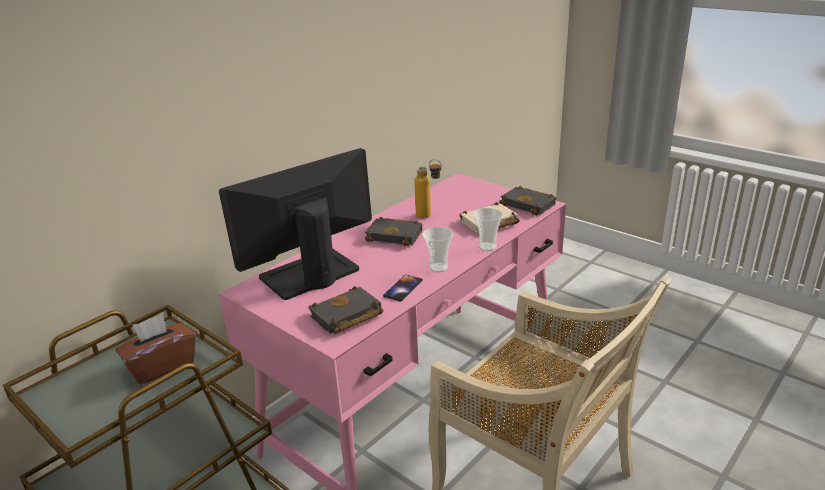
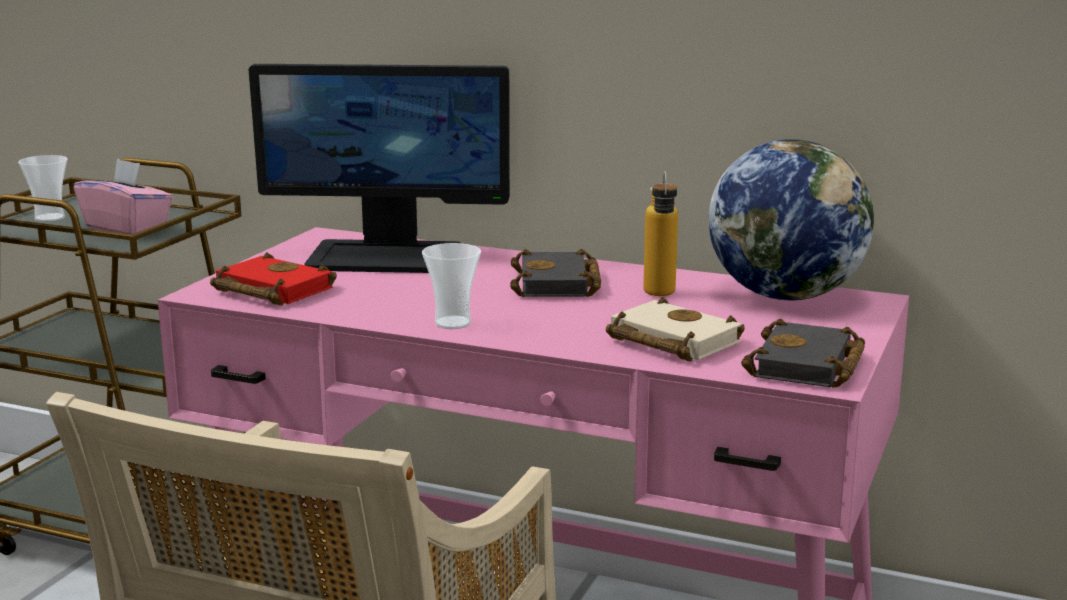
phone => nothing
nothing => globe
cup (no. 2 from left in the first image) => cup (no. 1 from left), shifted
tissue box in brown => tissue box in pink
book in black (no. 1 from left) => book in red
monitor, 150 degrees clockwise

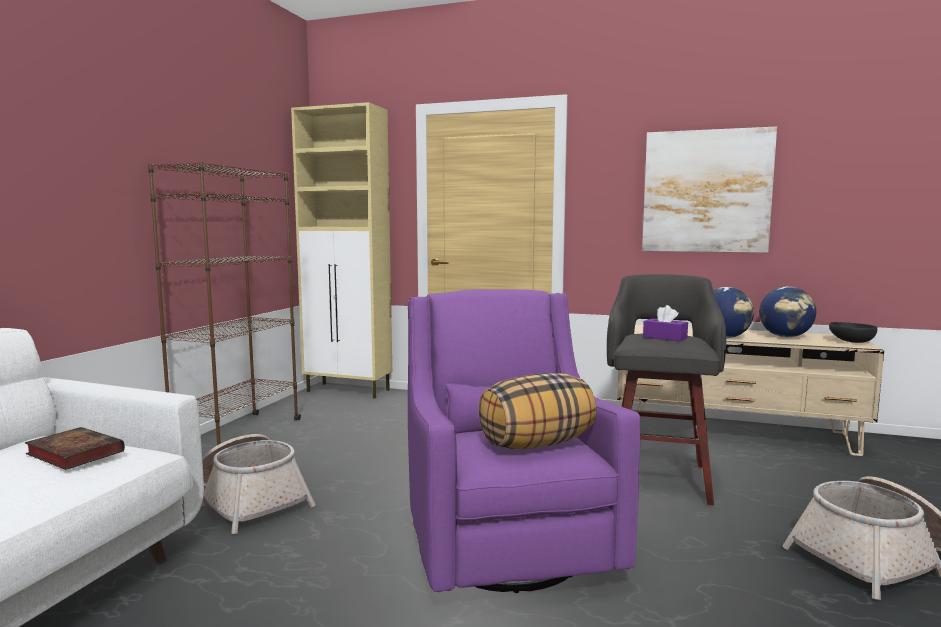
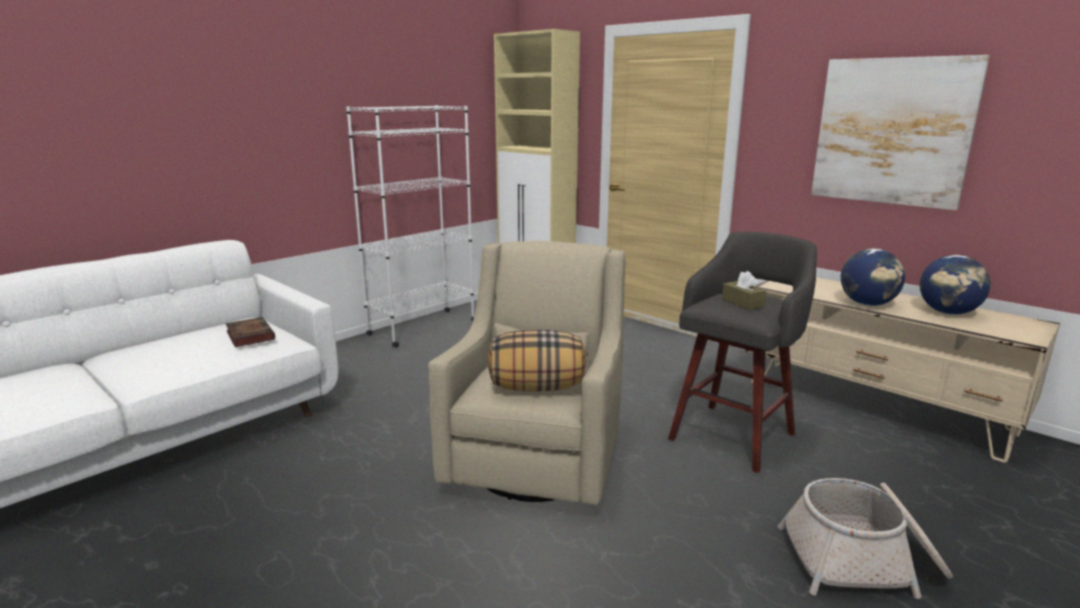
basket (no. 1 from left) => nothing
bowl in black => nothing
bookcase in brown => bookcase in white
armchair in purple => armchair in beige
tissue box in purple => tissue box in brown

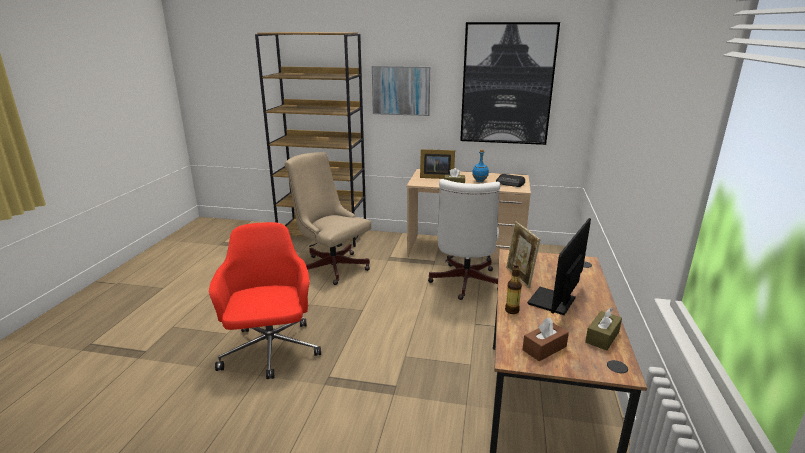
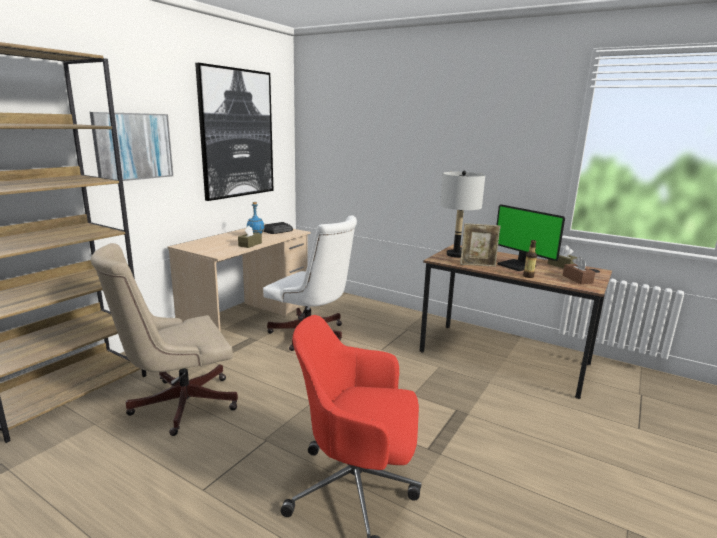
picture frame (no. 1 from left) => nothing
nothing => table lamp in grey

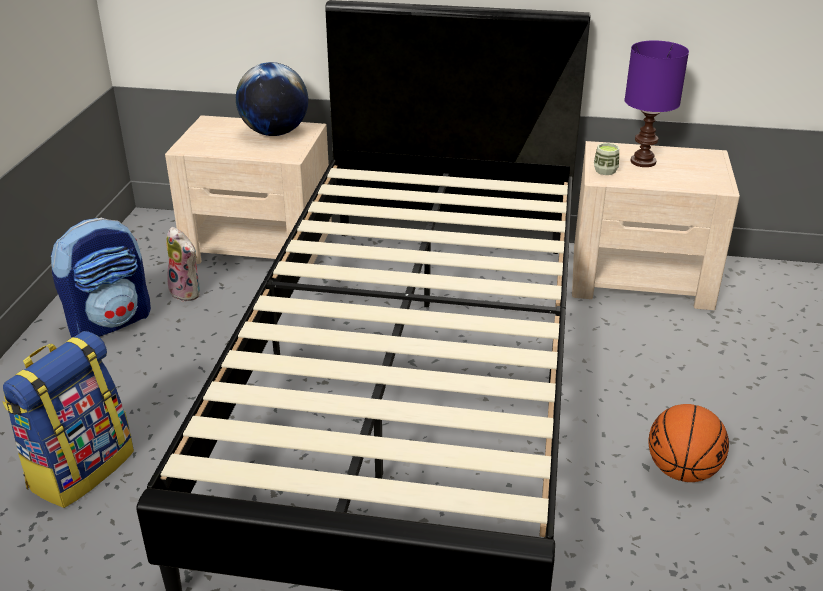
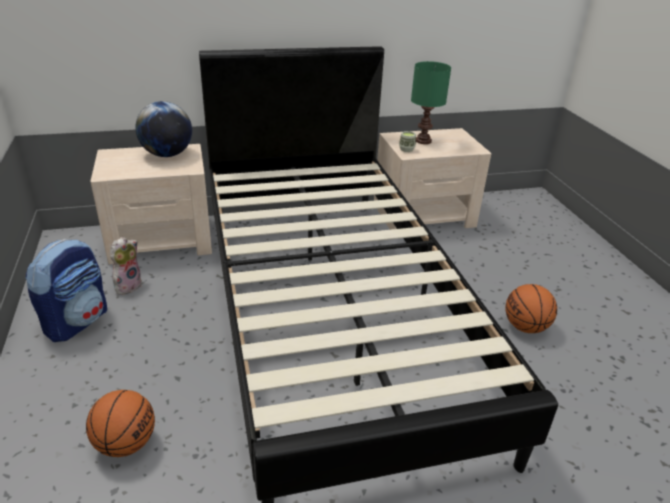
backpack (no. 1 from left) => basketball (no. 1 from left)
table lamp in purple => table lamp in green
plush toy, 75 degrees counterclockwise

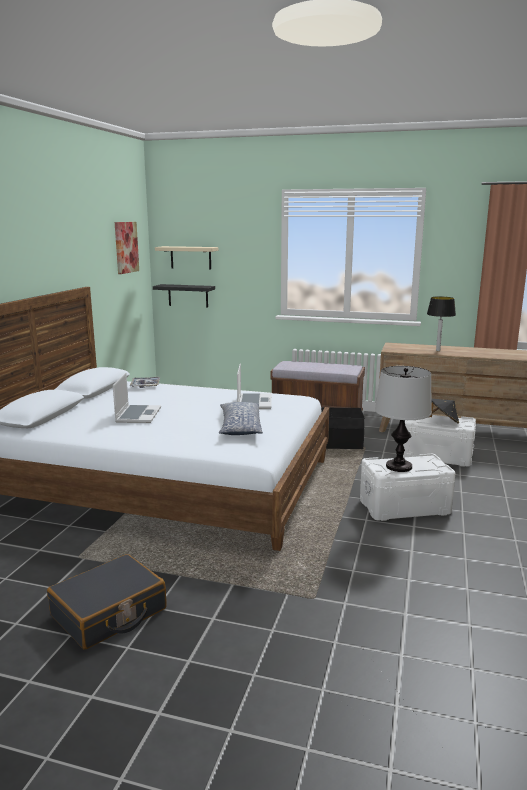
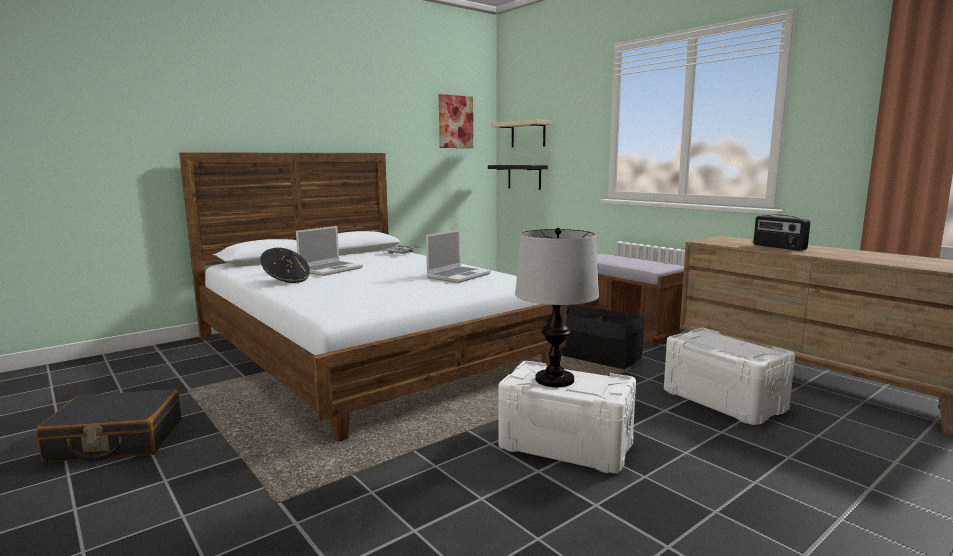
pillow => nothing
hat in black, shifted
table lamp (no. 2 from left) => radio

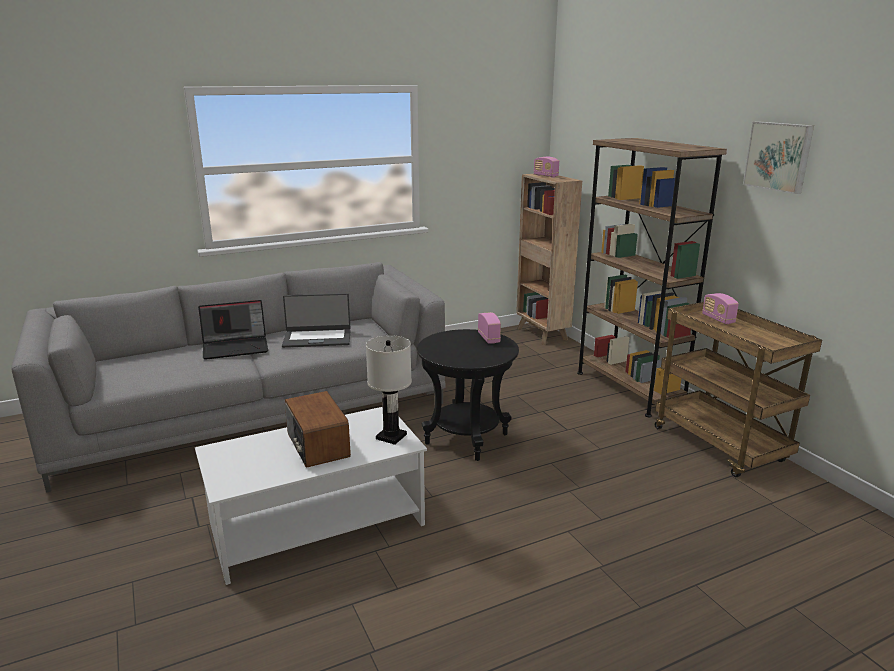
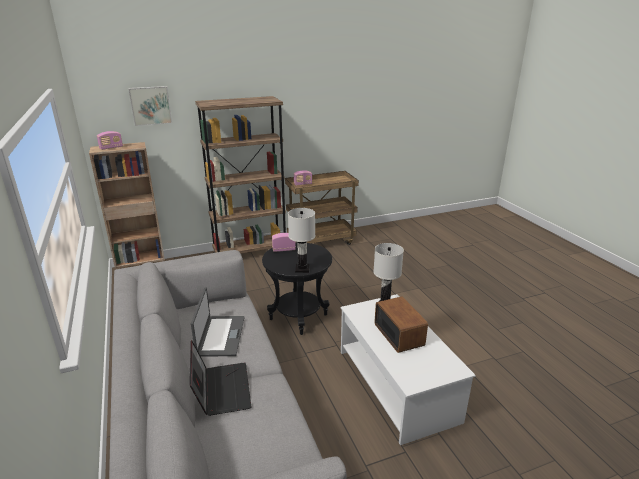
nothing => table lamp in white (no. 1 from left)
picture, shifted
radio (no. 1 from left in the first image) => radio (no. 4 from left), 90 degrees counterclockwise

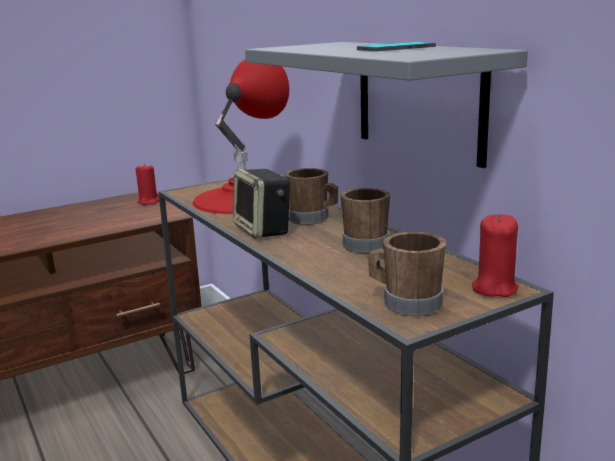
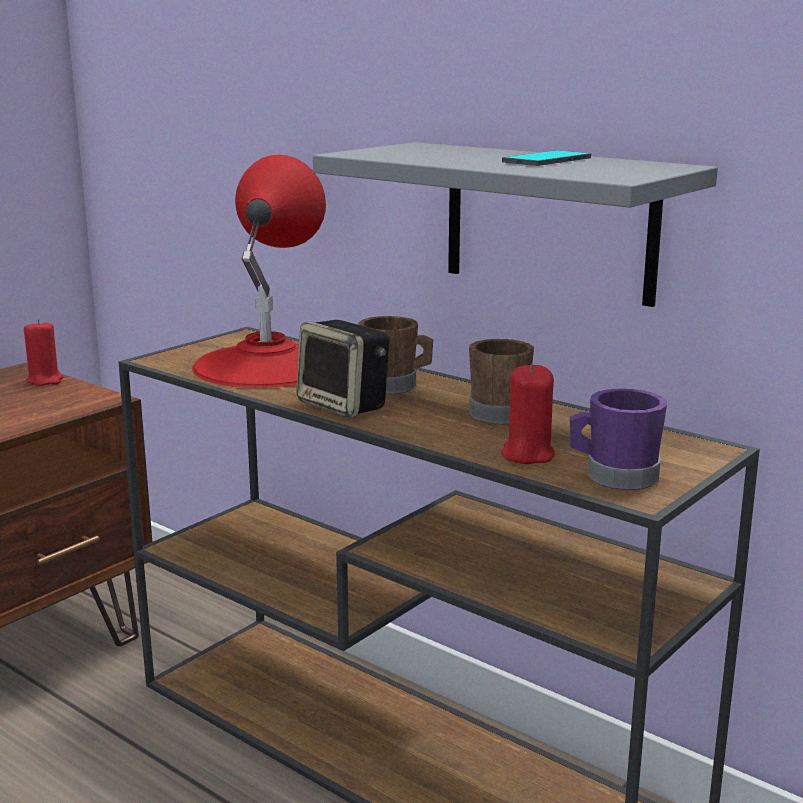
candle in red (no. 2 from left), shifted
mug in brown (no. 3 from left) => mug in purple

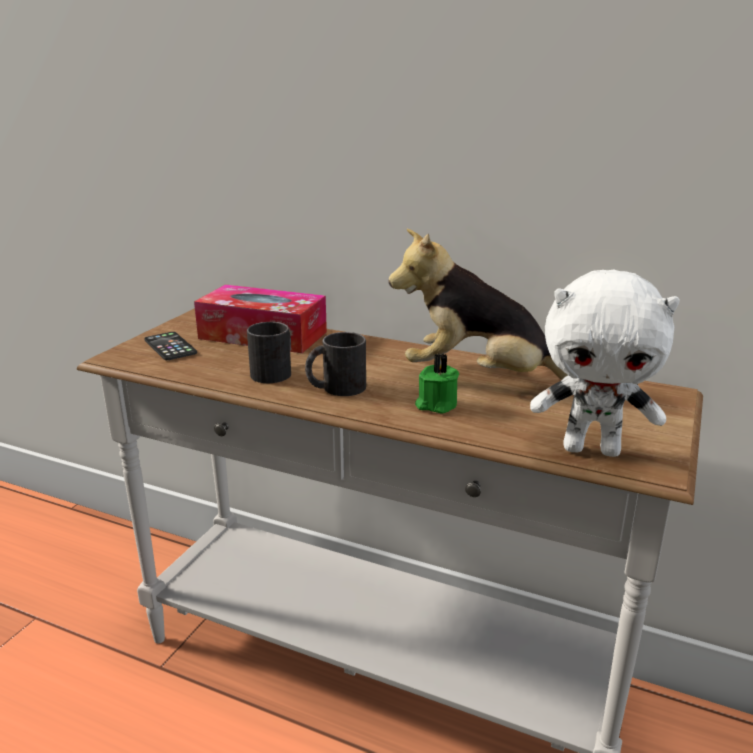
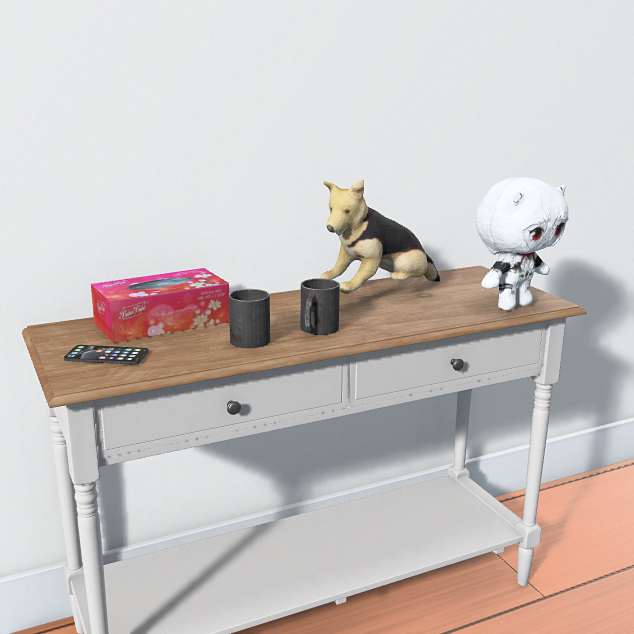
candle in green => nothing

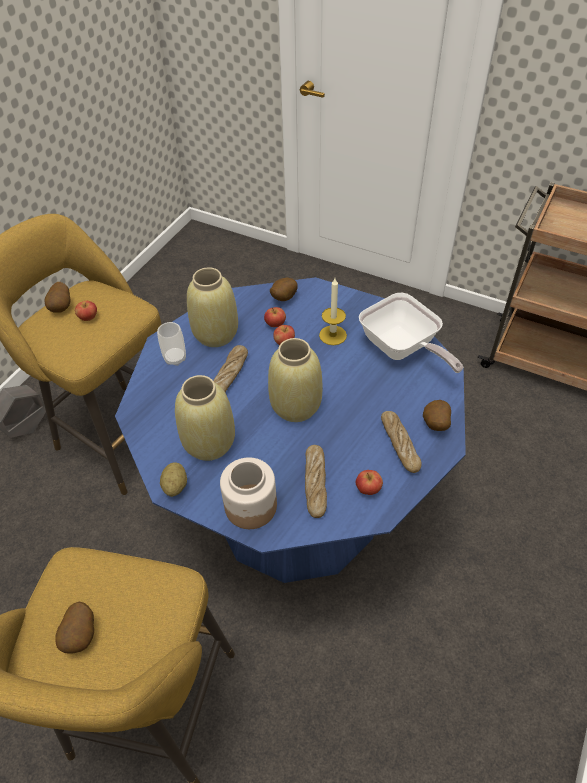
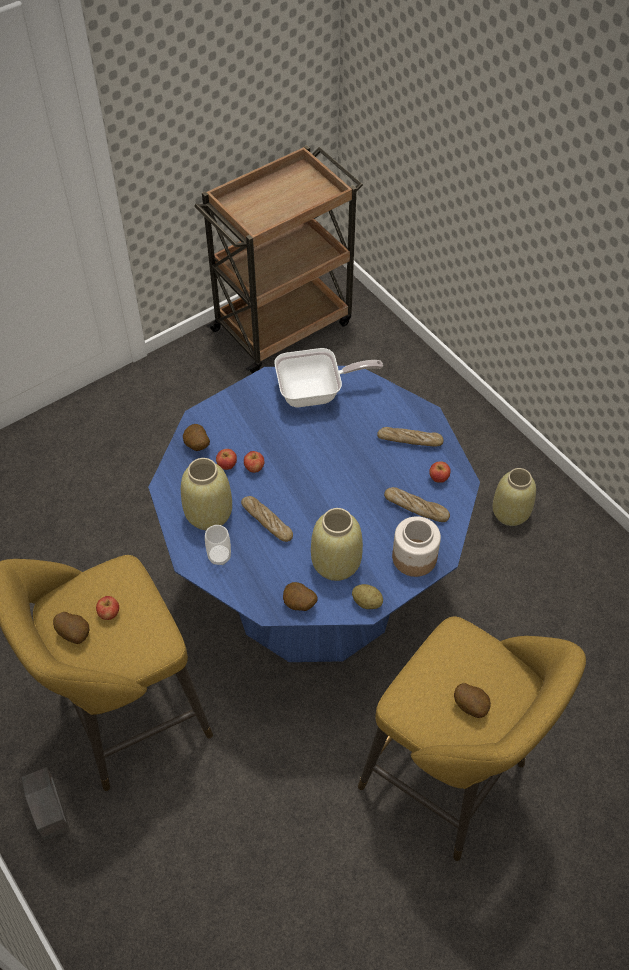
candle => nothing
vase in beige (no. 3 from left), shifted
potato (no. 5 from left in the first image) => potato (no. 3 from left), shifted

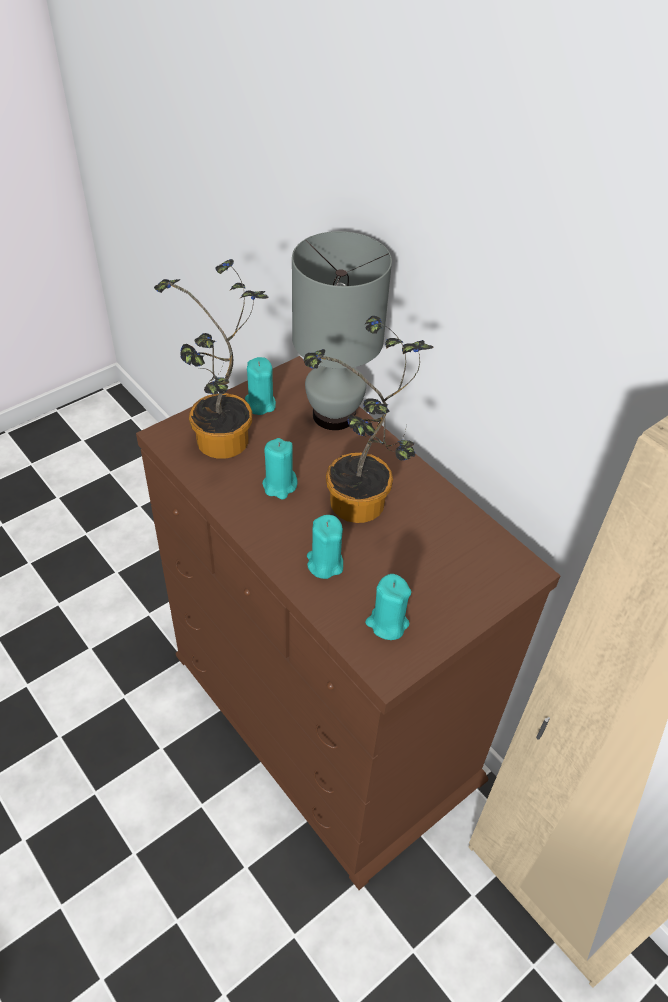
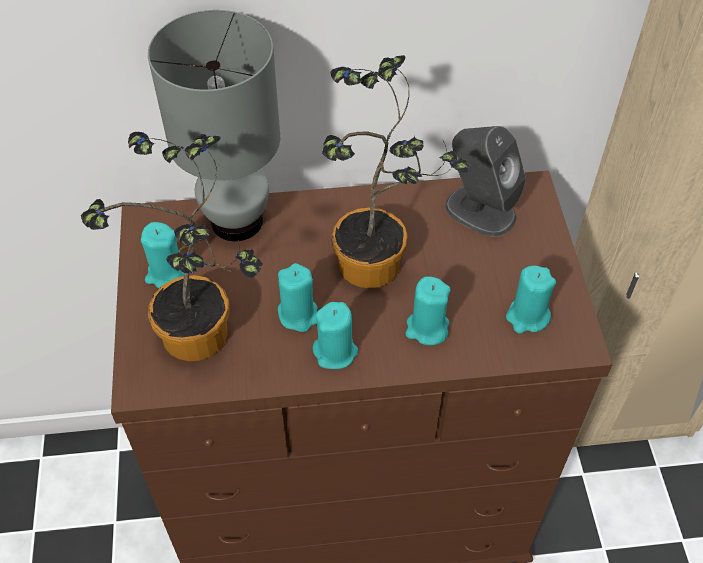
nothing => candle in turquoise (no. 3 from left)
nothing => speaker in grey

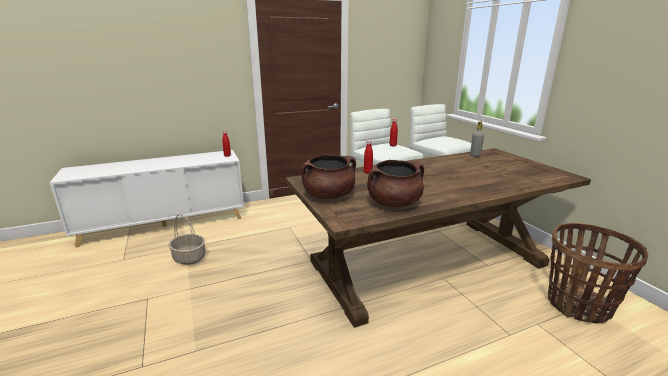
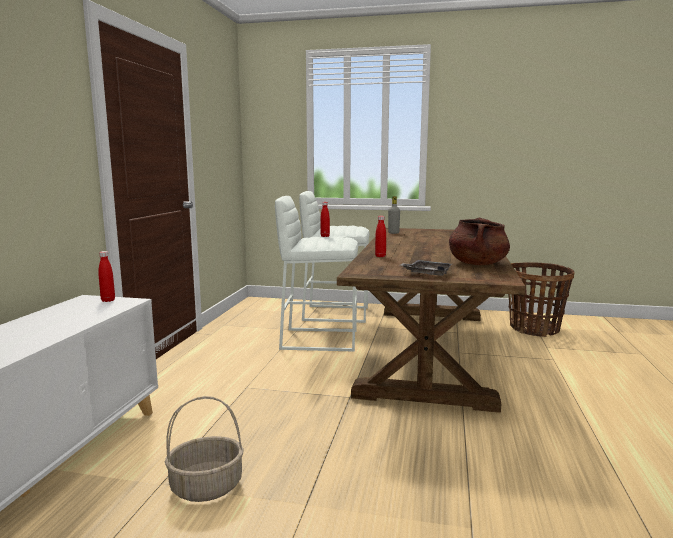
cooking pot in brown (no. 1 from left) => tray in grey

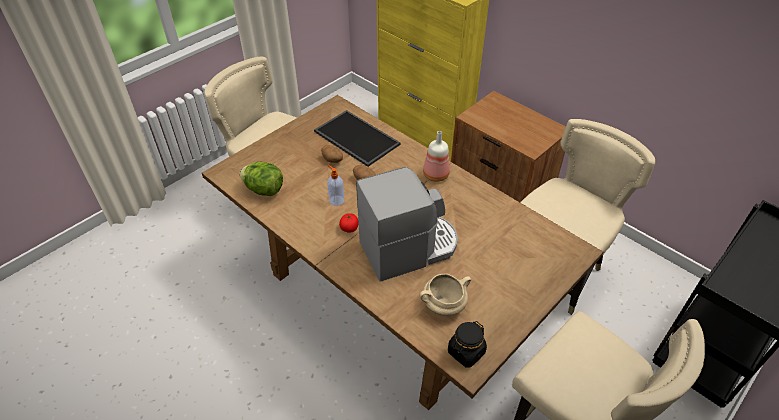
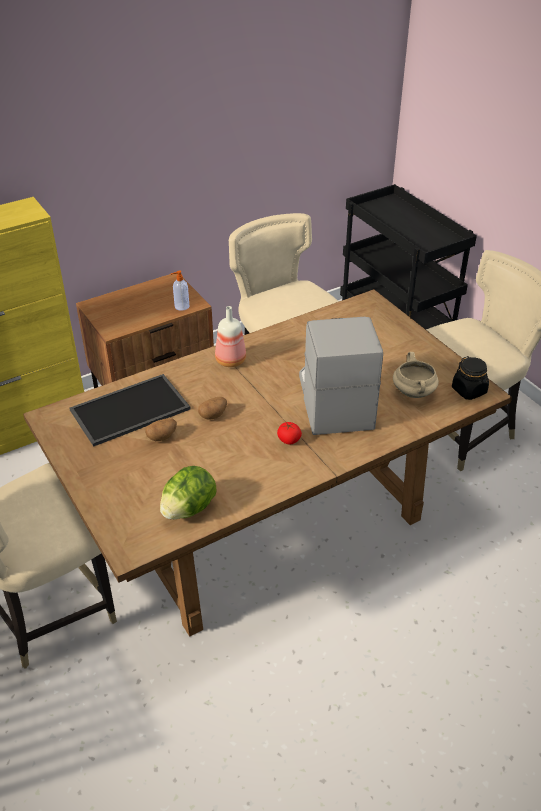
soap dispenser, shifted

